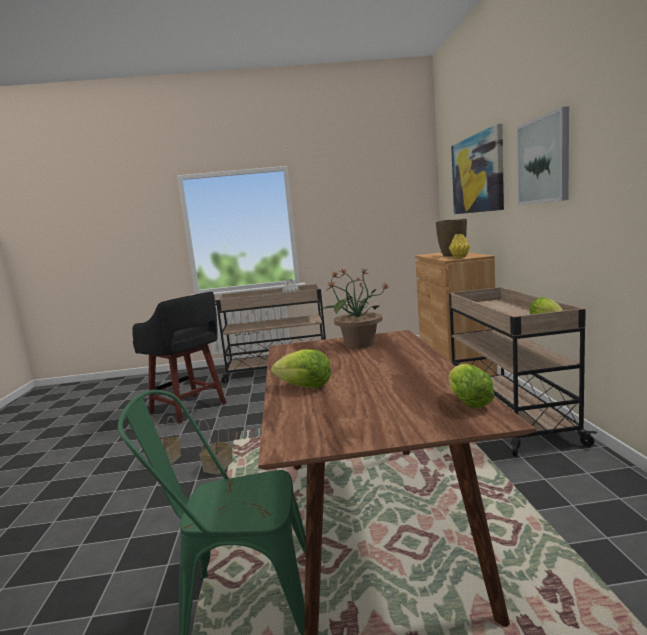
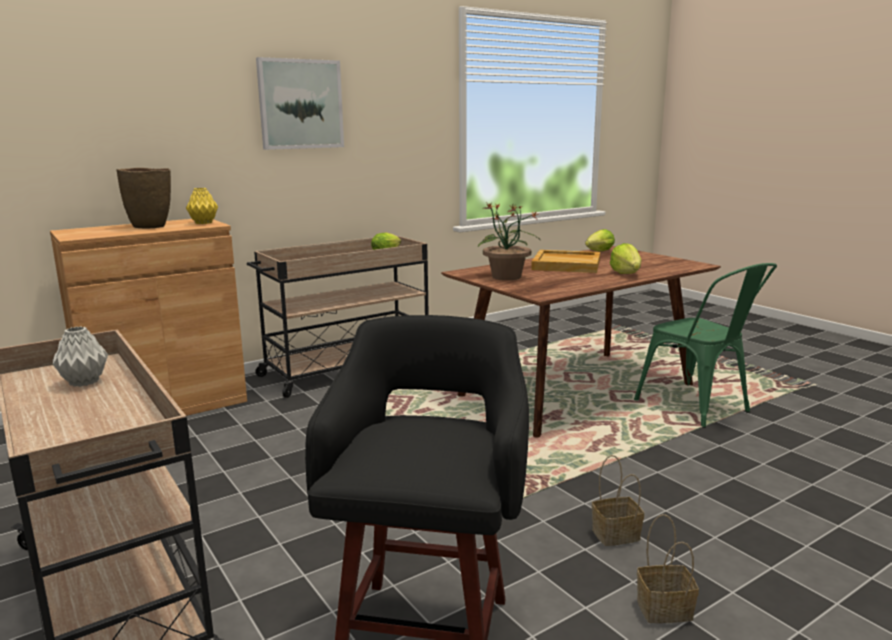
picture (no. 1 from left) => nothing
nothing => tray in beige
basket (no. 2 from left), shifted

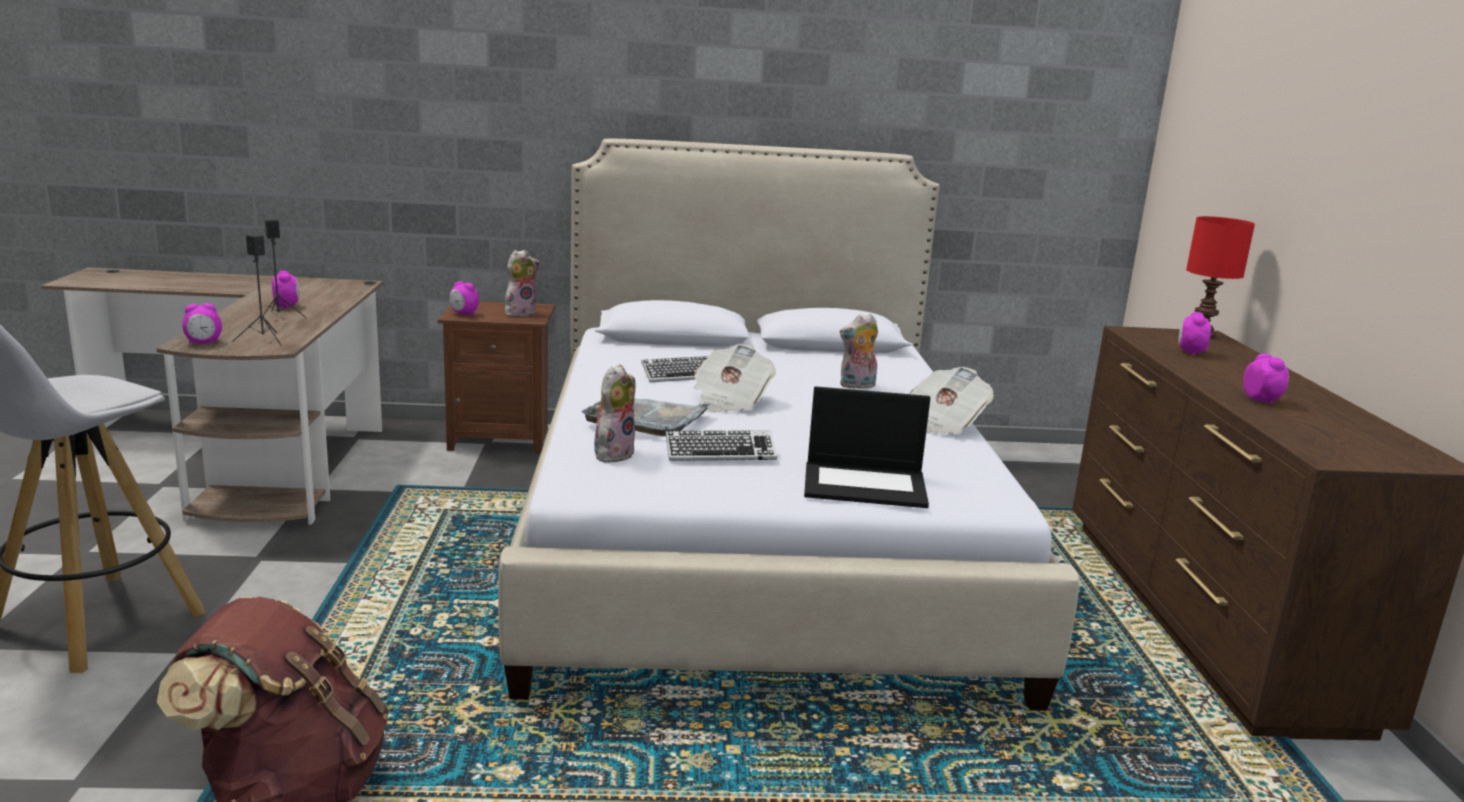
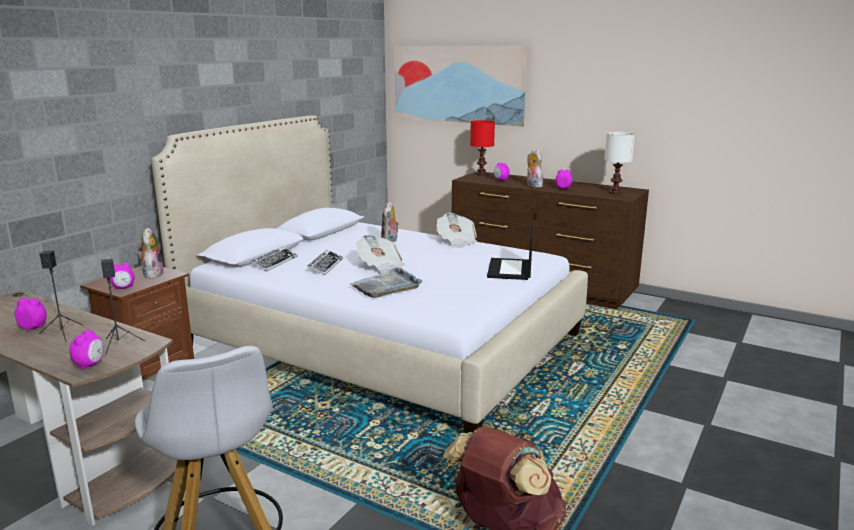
nothing => picture
nothing => table lamp in white
plush toy (no. 2 from left in the first image) => plush toy (no. 3 from left), shifted
keyboard (no. 2 from left in the first image) => keyboard (no. 1 from left), shifted
laptop, 150 degrees clockwise

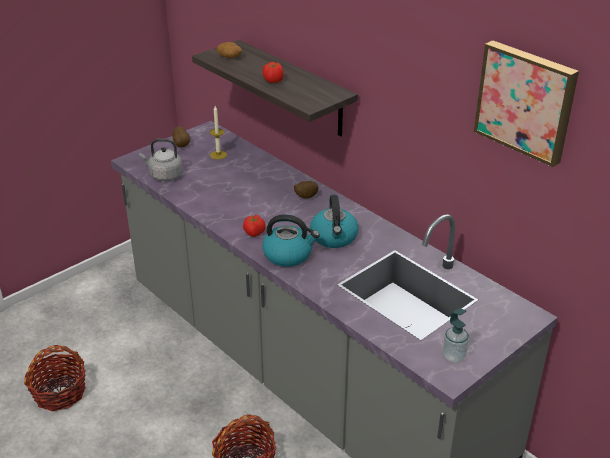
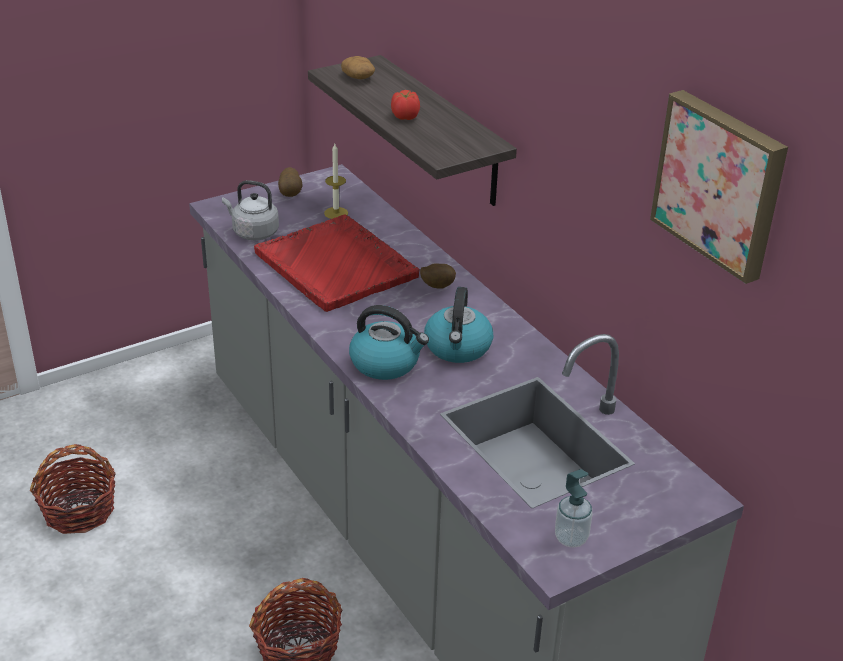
tomato (no. 1 from left) => nothing
nothing => tray in red

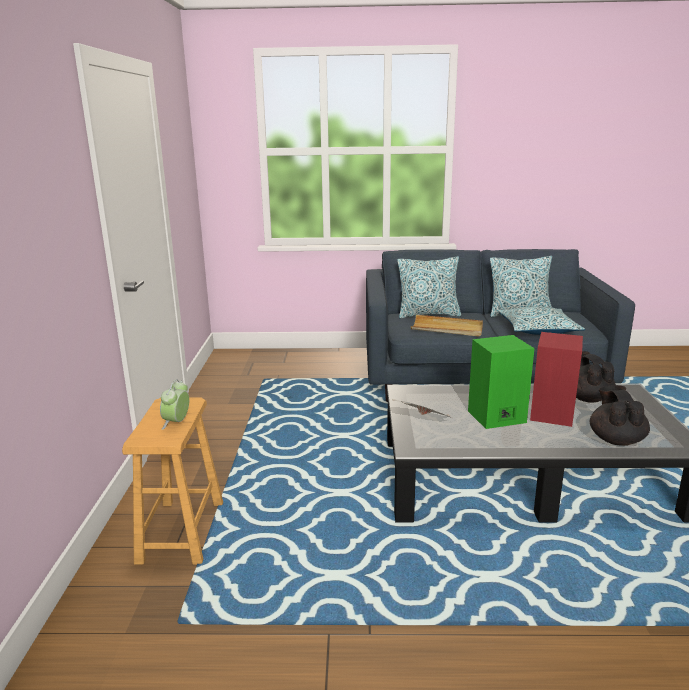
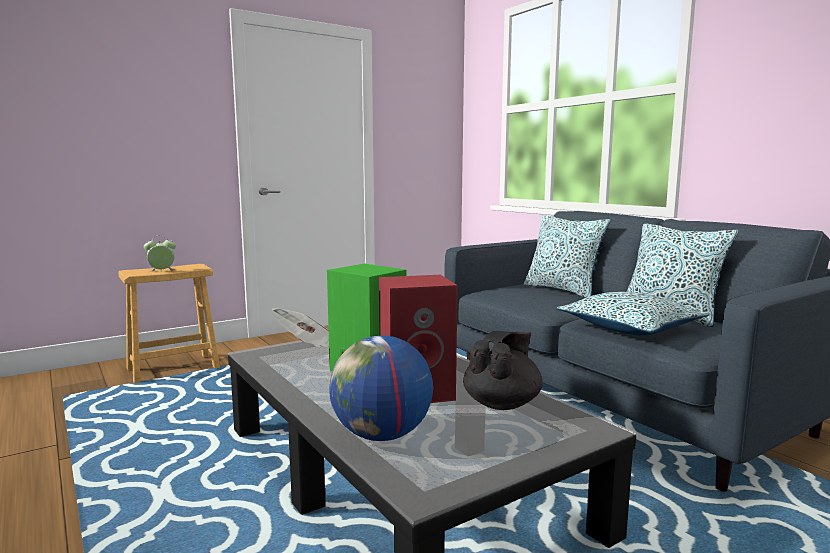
tray in beige => nothing
teapot in black (no. 2 from left) => globe

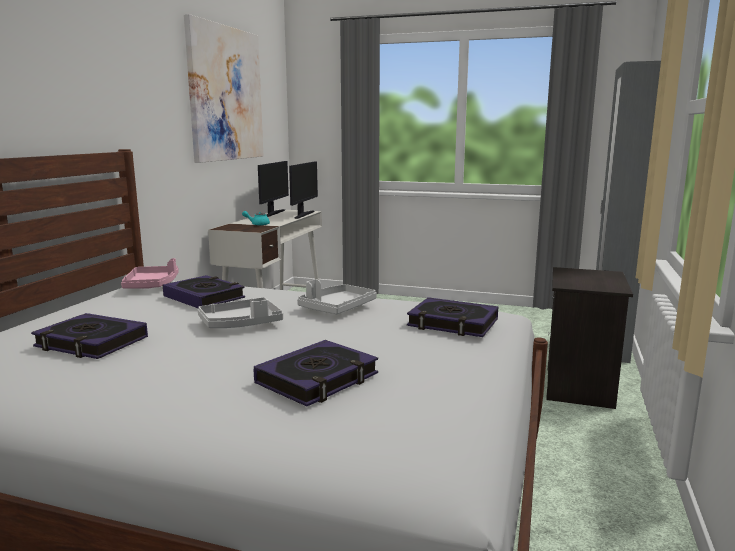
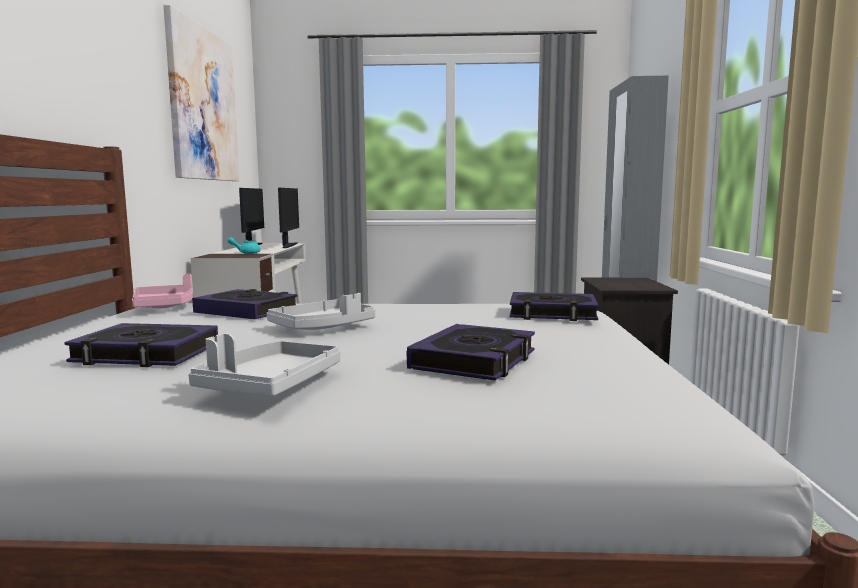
tray in grey (no. 2 from left in the first image) => tray in grey (no. 1 from left), shifted

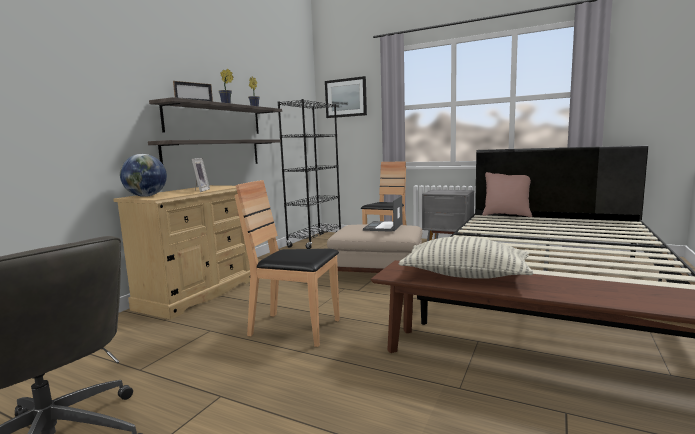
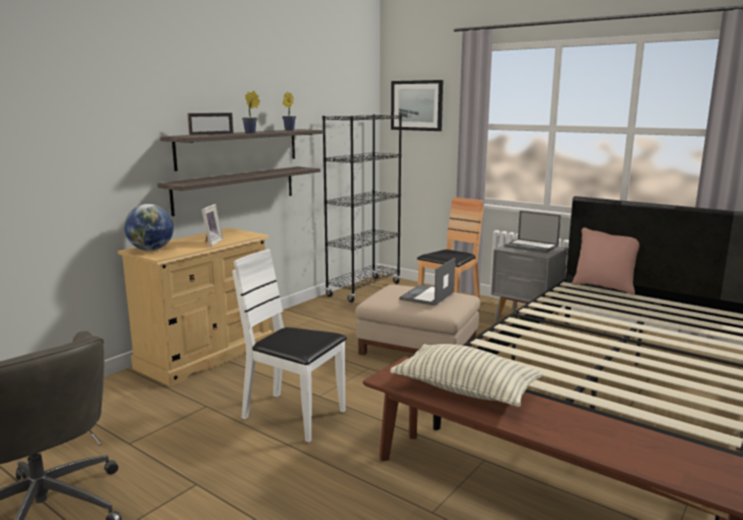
nothing => laptop (no. 2 from left)
chair in brown (no. 1 from left) => chair in white

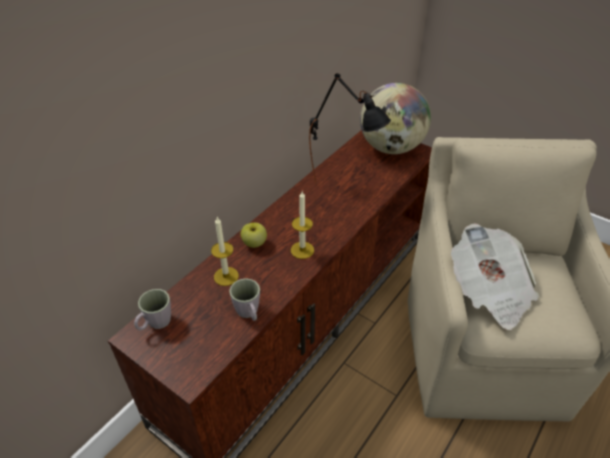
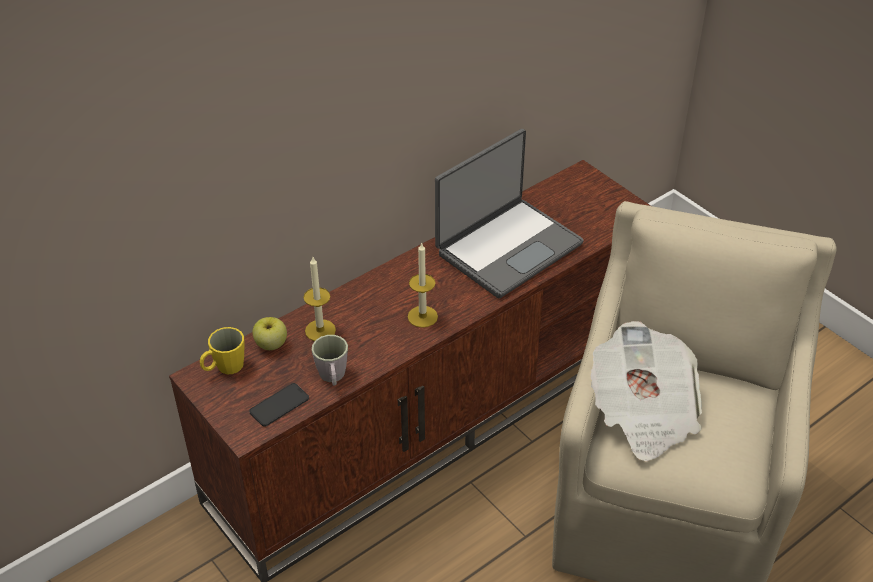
globe => nothing
nothing => phone
apple, shifted
table lamp in black => laptop
mug in grey (no. 1 from left) => mug in yellow

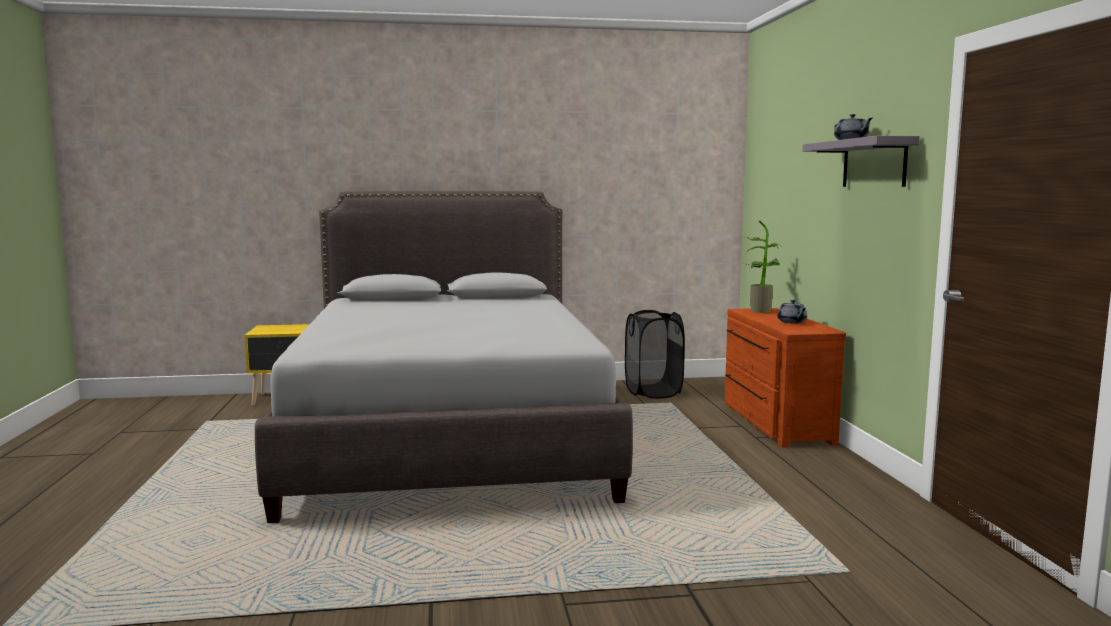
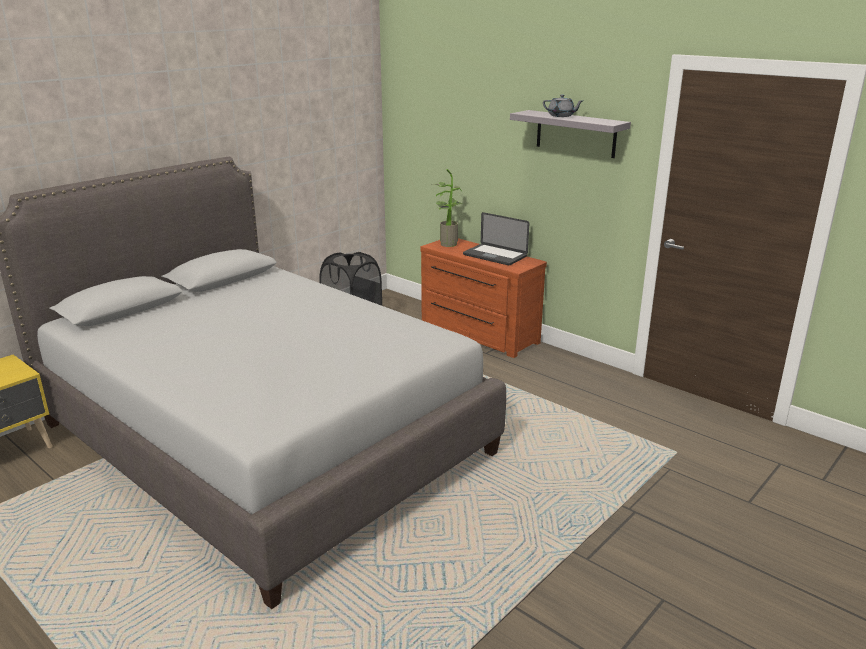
teapot in grey (no. 1 from left) => laptop

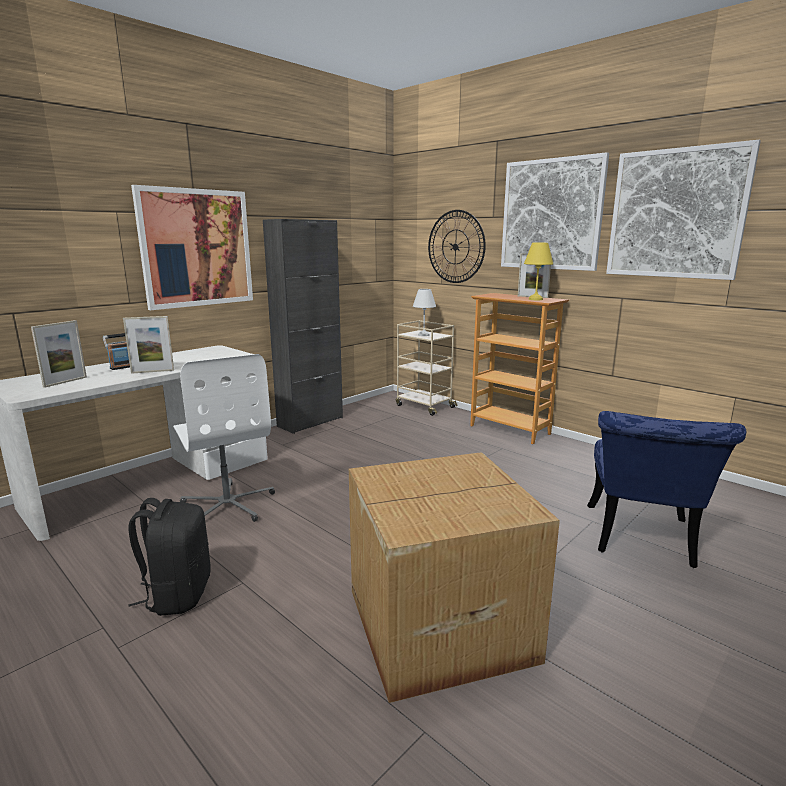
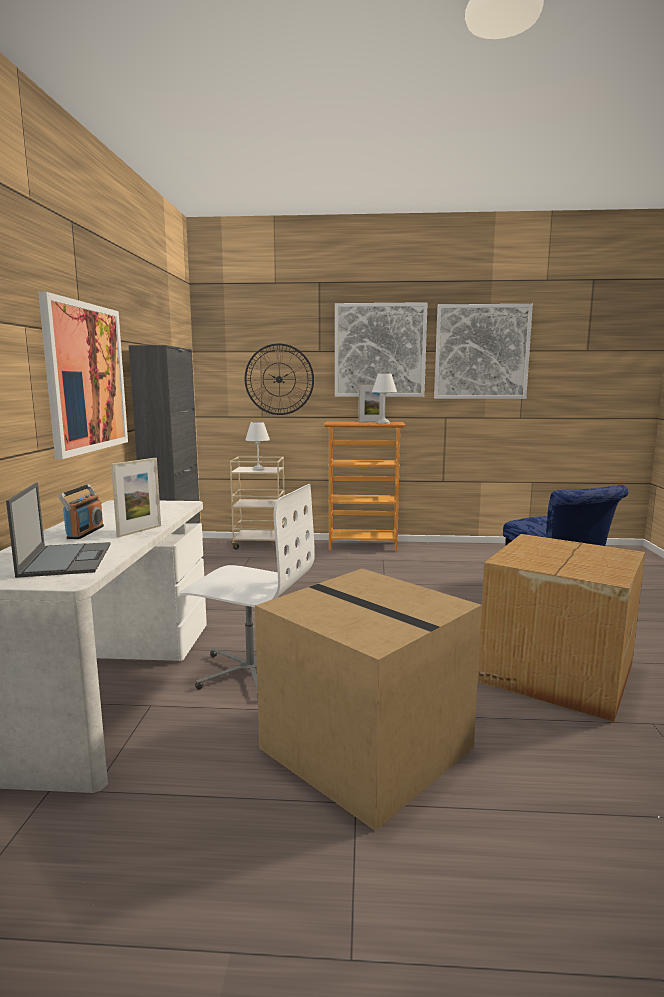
picture frame (no. 1 from left) => laptop
backpack in black => cardboard box (no. 1 from left)
table lamp in yellow => table lamp in white (no. 2 from left)

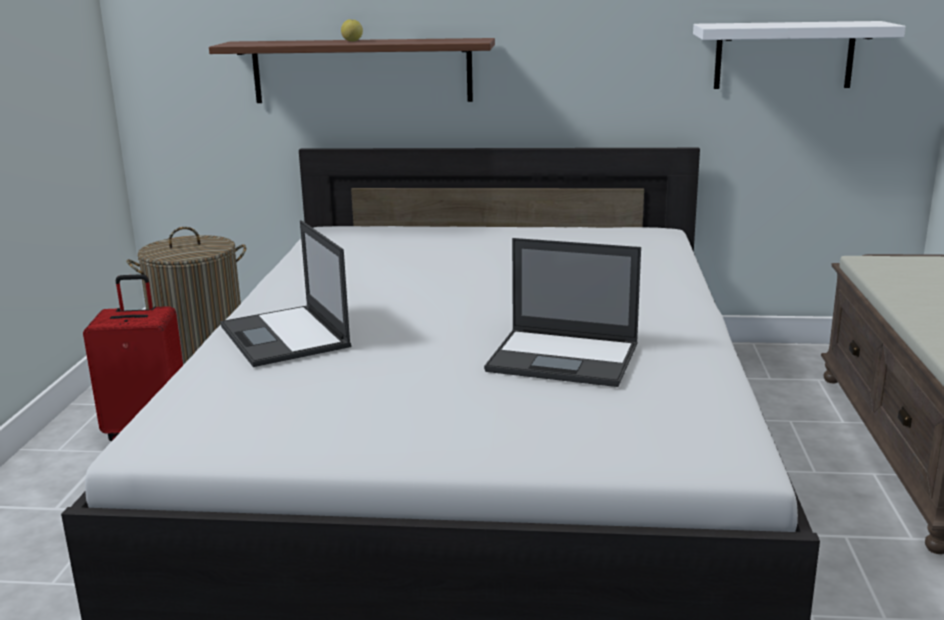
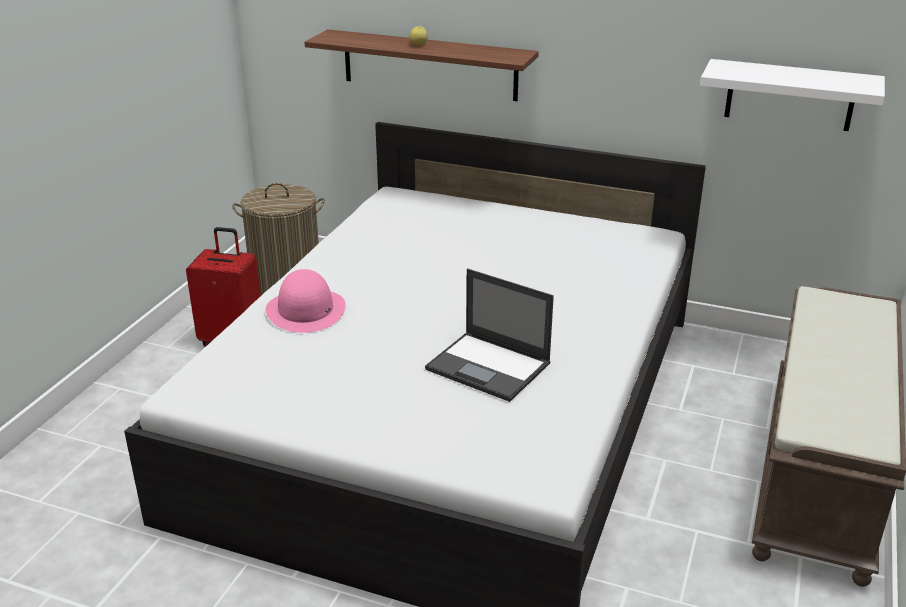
laptop (no. 1 from left) => hat in pink

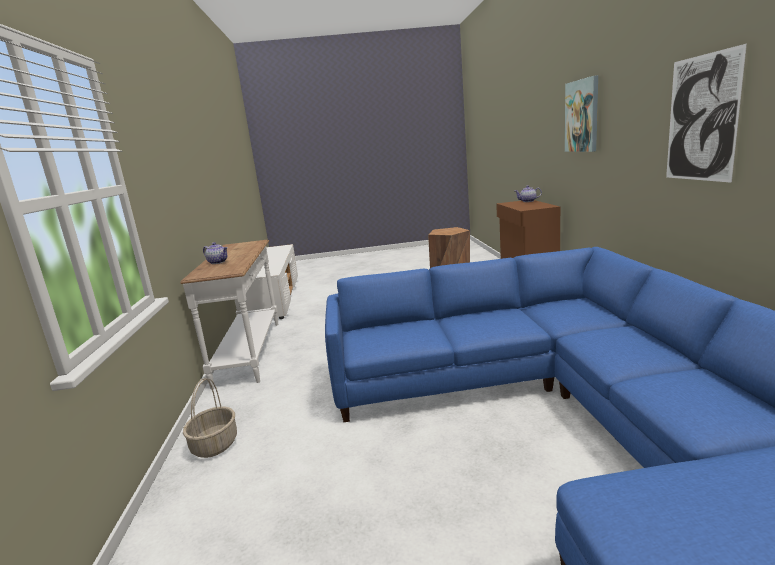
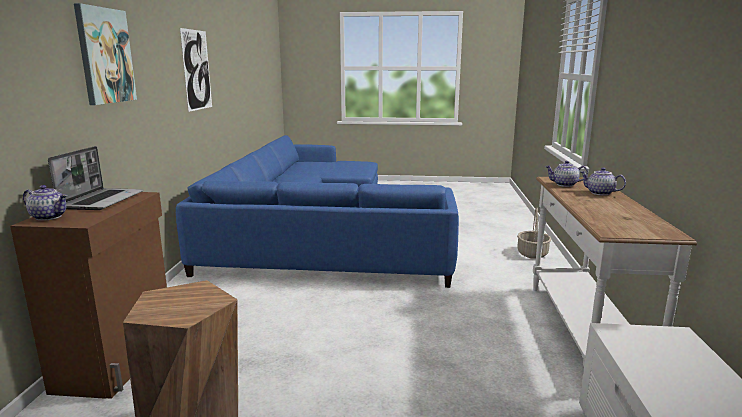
nothing => laptop
nothing => teapot (no. 2 from left)

